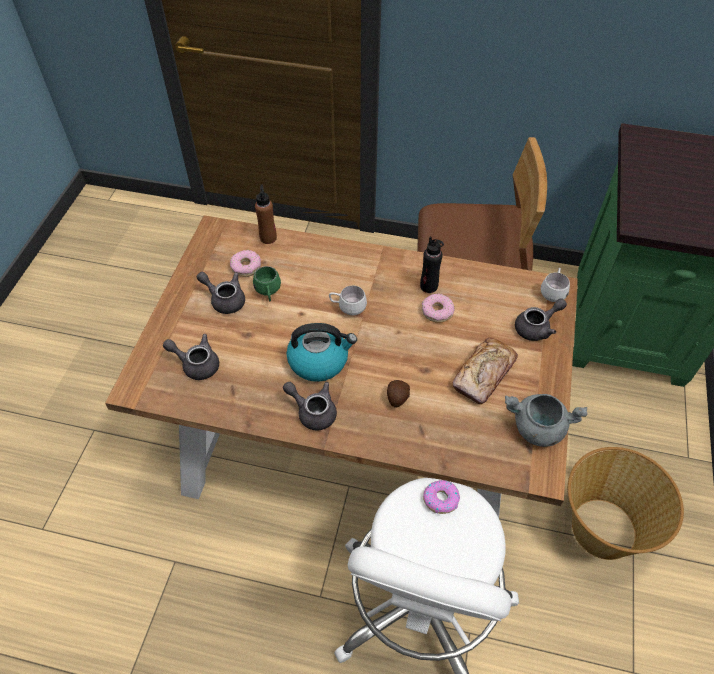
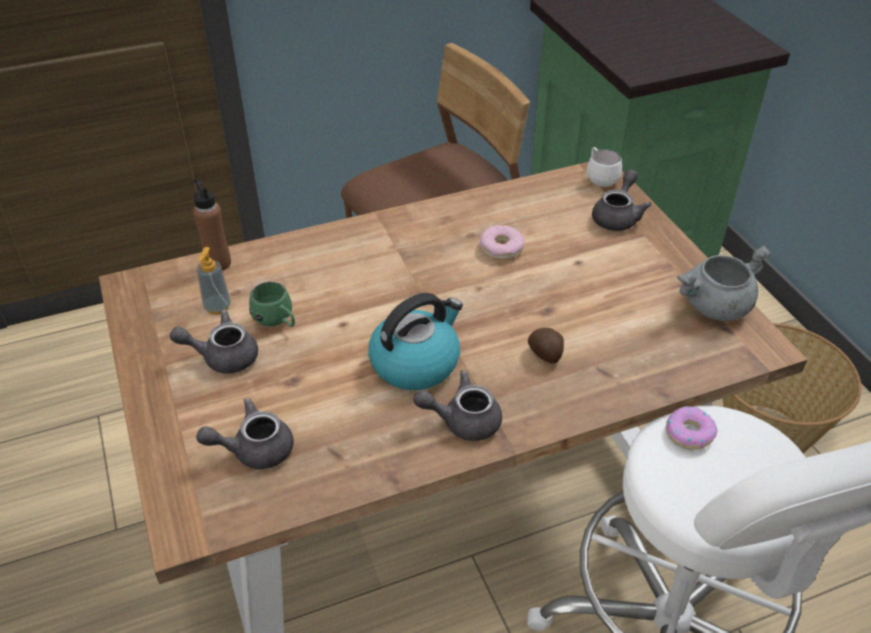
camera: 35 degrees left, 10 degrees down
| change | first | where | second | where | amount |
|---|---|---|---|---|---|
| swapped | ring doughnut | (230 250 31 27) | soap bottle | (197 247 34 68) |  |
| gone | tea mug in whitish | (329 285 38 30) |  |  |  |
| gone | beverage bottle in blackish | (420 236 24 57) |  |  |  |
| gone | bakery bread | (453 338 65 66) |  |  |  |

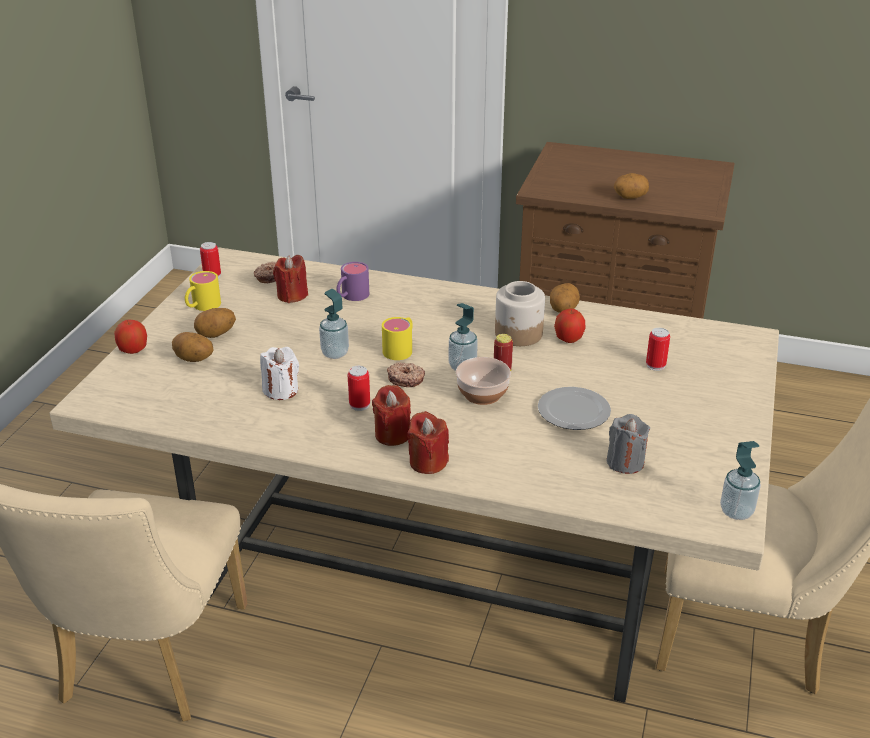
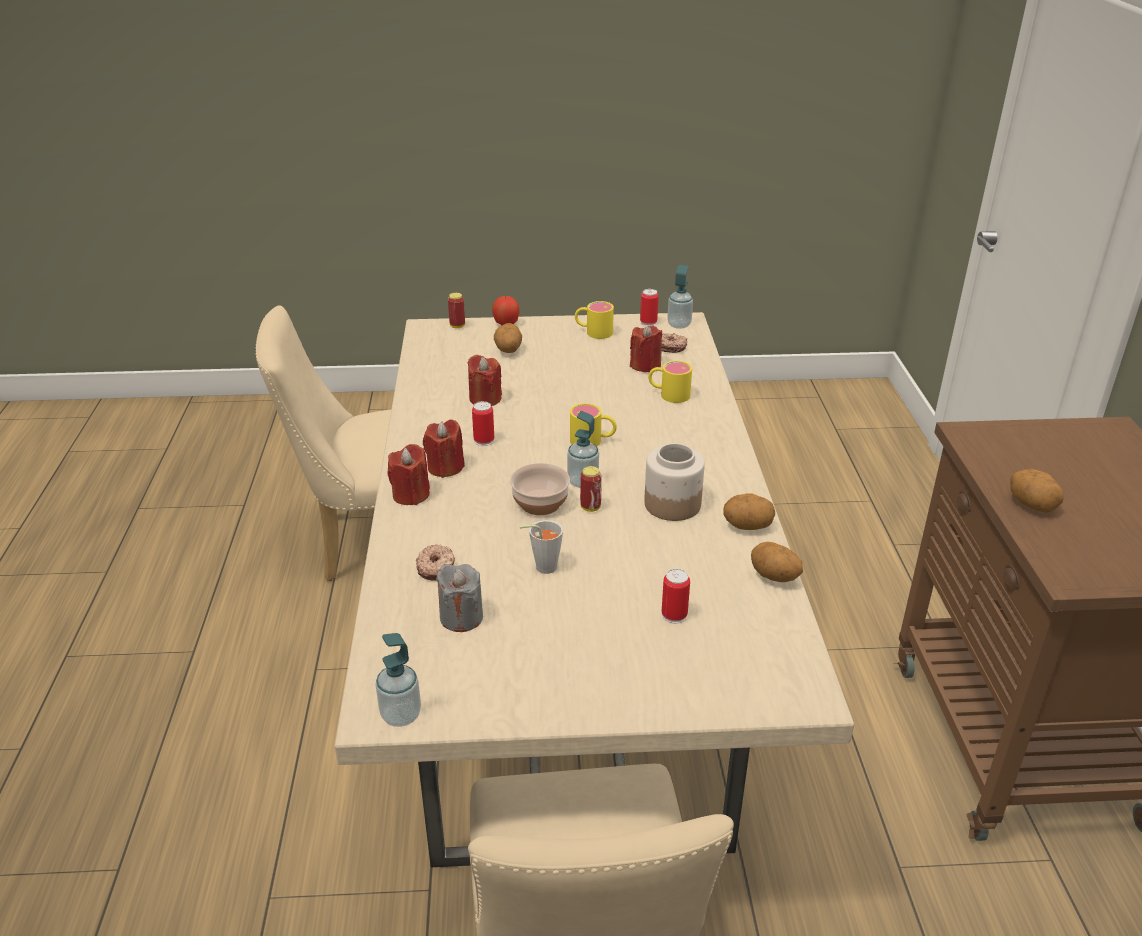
camera: 70 degrees right, 0 degrees up
| change | first | where | second | where | amount |
|---|---|---|---|---|---|
| shifted | ring doughnut | (387 362 38 25) |  | (416 544 39 37) |  |
| new |  |  | metal can | (448 293 17 35) |  |
| repainted | wax candle in whitish | (260 347 39 53) | wax candle in red-coloured | (468 355 34 51) |  |
| swapped | plate | (538 387 73 43) | cup in greyish | (520 520 43 54) |  |
| repainted | tea mug in purple | (337 262 32 39) | tea mug in yellowish | (648 361 44 42) |  |
| shifted | soap bottle | (319 289 30 70) |  | (667 265 26 64) |  |
| shifted | potato | (194 308 42 30) |  | (751 542 52 40) |  |
| gone | apple | (554 308 32 35) |  |  |  |

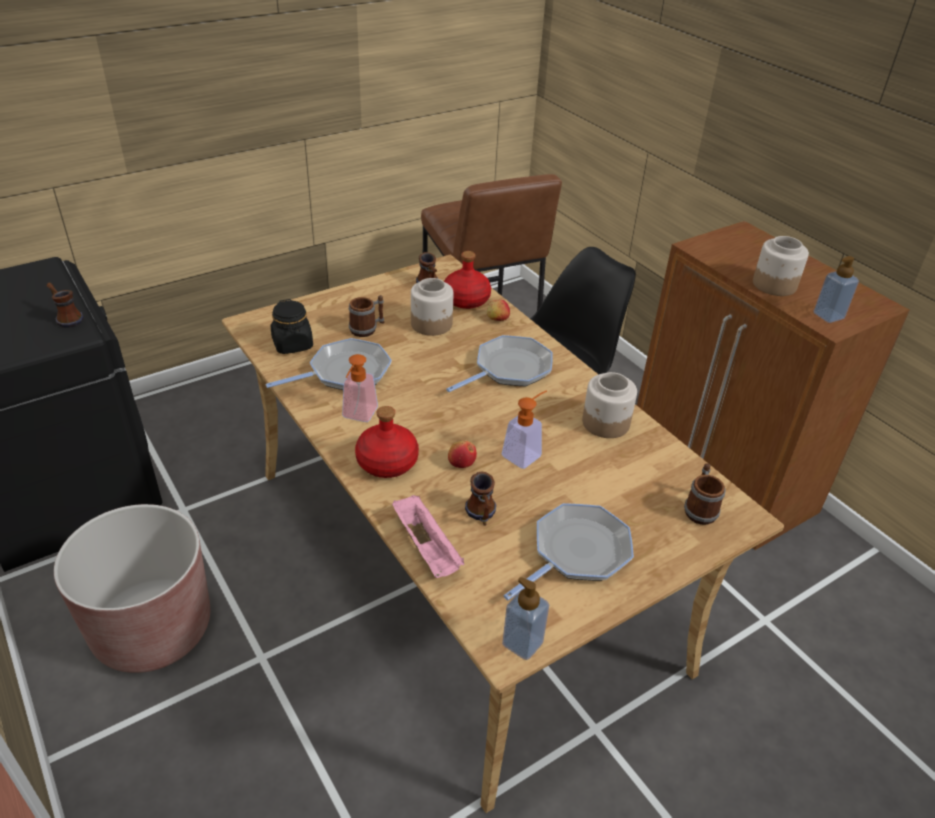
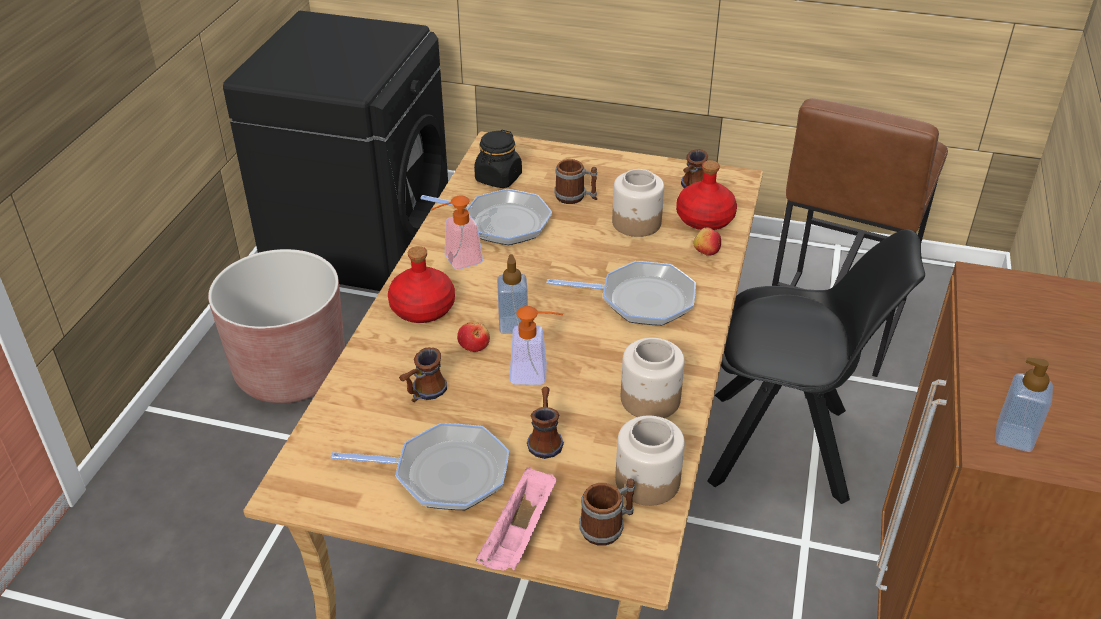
camera: 50 degrees right, 0 degrees up
| change | first | where | second | where | amount |
|---|---|---|---|---|---|
| shifted | carrying tray in pink | (392 495 72 83) |  | (476 467 81 104) |  |
| shifted | soap bottle | (502 577 48 83) |  | (497 254 31 80) |  |
| shifted | tea mug | (46 282 38 46) |  | (527 387 37 72) |  |
| shifted | storage jar | (753 236 56 60) |  | (615 416 70 90) |  |

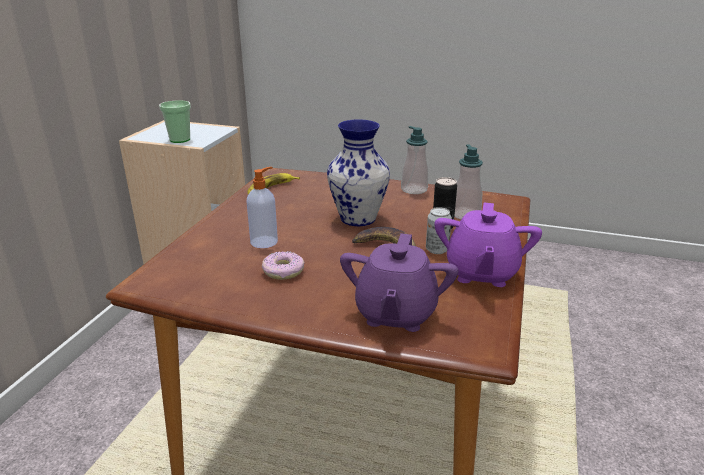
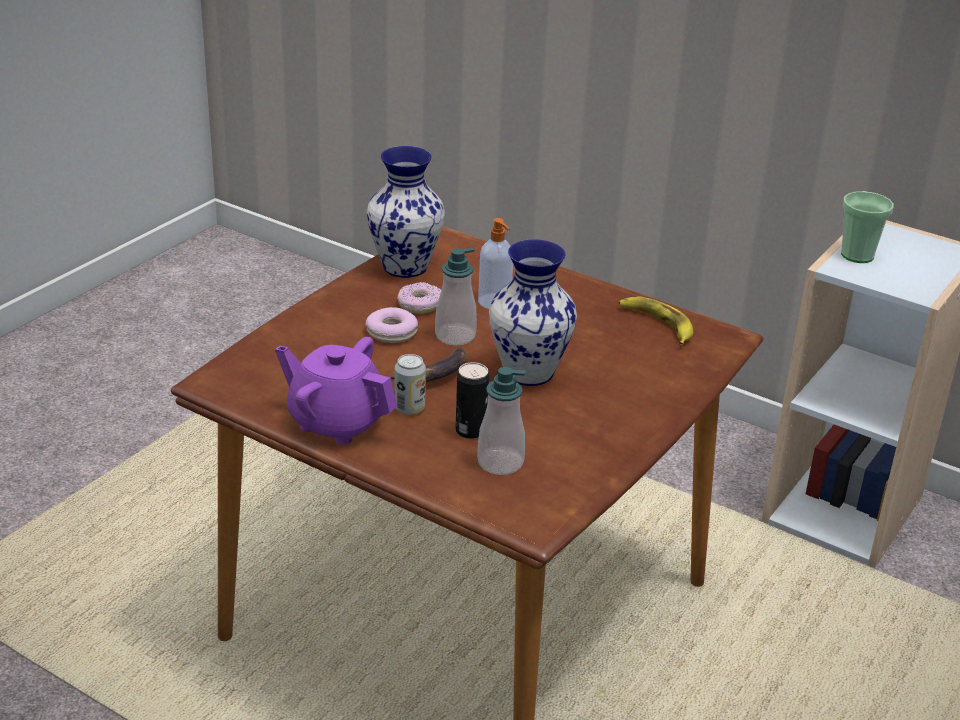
camera: 105 degrees right, 5 degrees up
| change | first | where | second | where | amount |
|---|---|---|---|---|---|
| new |  |  | ring doughnut | (366 307 52 36) |  |
| new |  |  | flower vase | (367 146 78 132) |  |
| shifted | soap bottle | (401 126 28 68) |  | (435 248 42 97) |  |
| gone | pot for tea in purple | (340 233 118 99) |  |  |  |

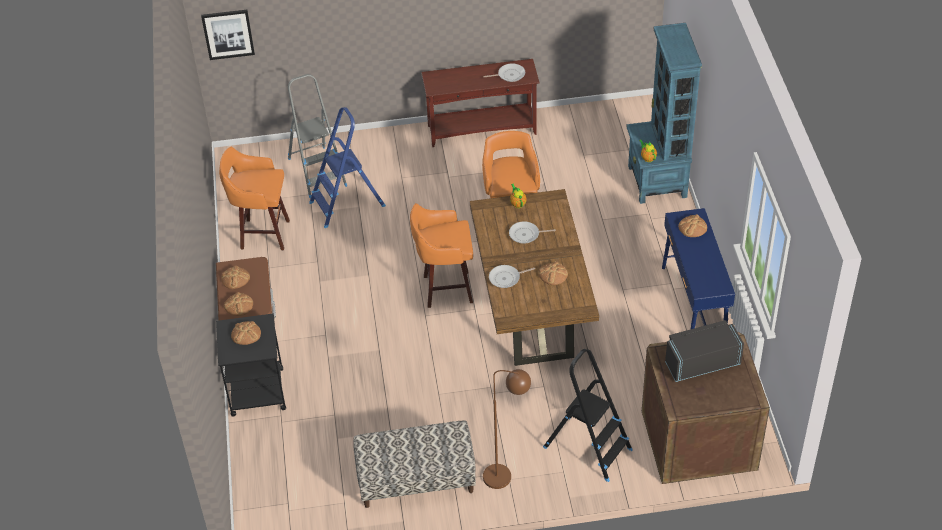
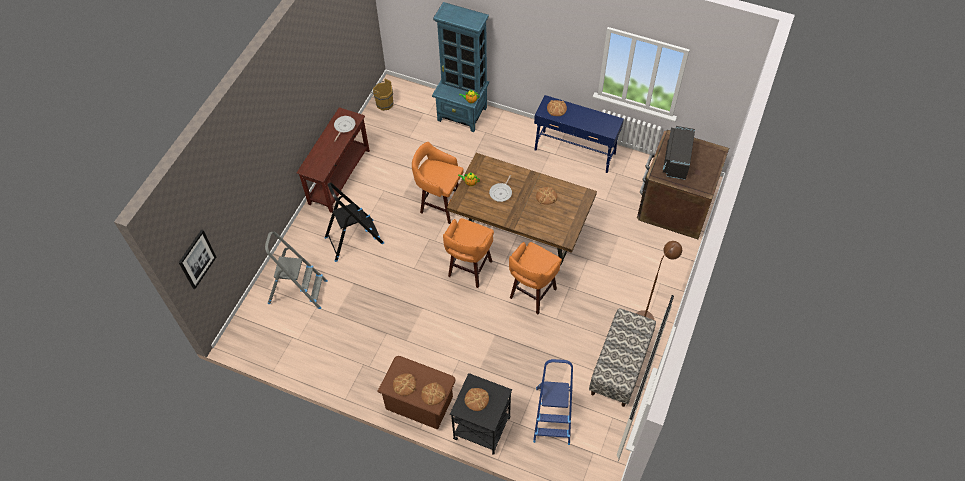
camera: 60 degrees left, 10 degrees up
| change | first | where | second | where | amount |
|---|---|---|---|---|---|
| shifted | step stool in blackish | (543 349 90 133) |  | (325 182 59 80) |  |
| new |  |  | water bucket in brown | (371 78 23 33) |  |
| shifted | stool in orangey | (219 147 71 103) |  | (509 242 53 72) |  |
| shifted | step stool in blue-coloured | (309 107 77 121) |  | (533 359 40 86) |  |
| gone | pan | (489 265 46 23) |  |  |  |

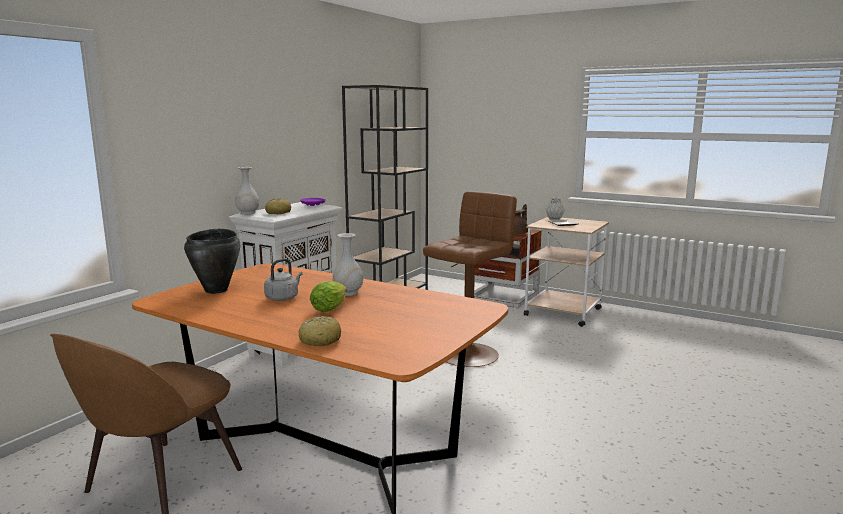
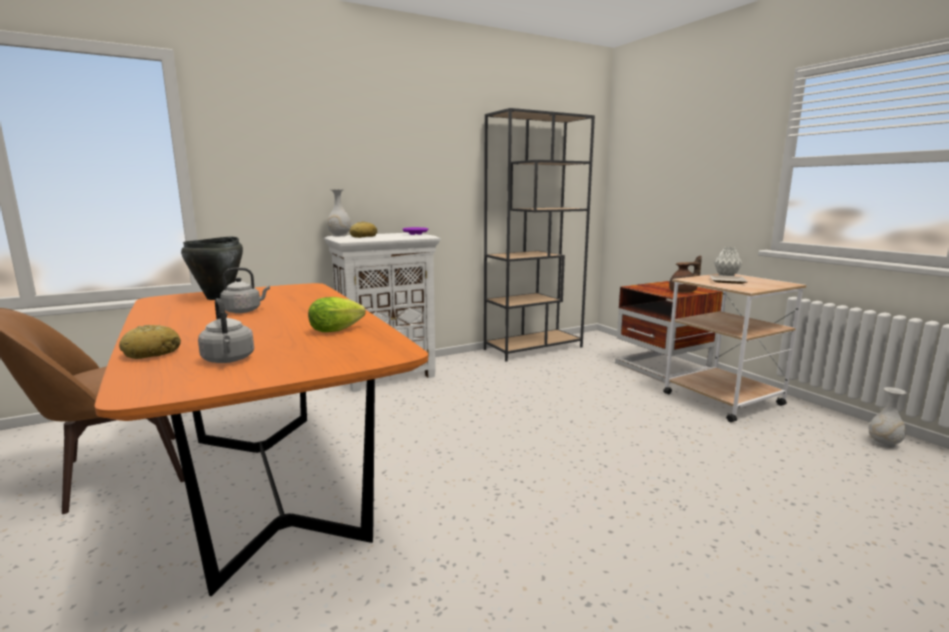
camera: 30 degrees right, 0 degrees up
| change | first | where | second | where | amount |
|---|---|---|---|---|---|
| new |  |  | water kettle in greyish | (198 298 56 65) |  |
| shifted | lettuce head | (310 281 37 31) |  | (308 297 58 35) |  |
| shifted | flower vase in whitish | (333 233 30 63) |  | (869 387 38 61) |  |
| gone | stool in brown | (423 191 94 176) |  |  |  |

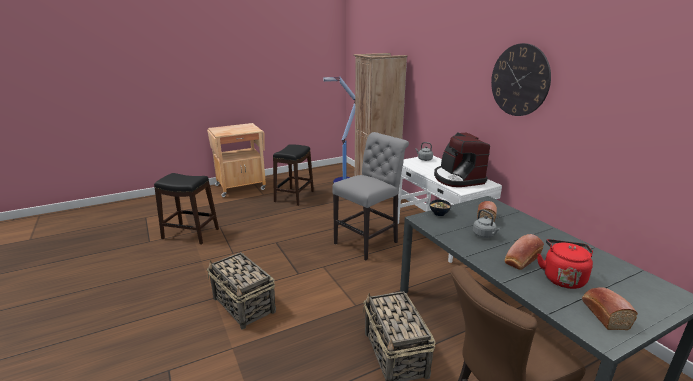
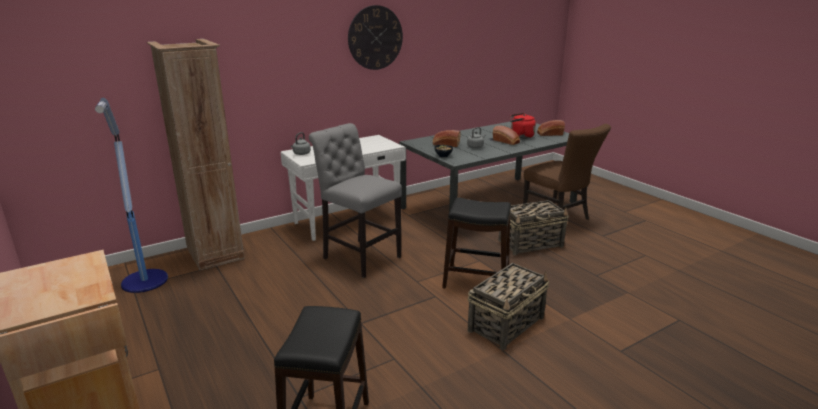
camera: 95 degrees left, 0 degrees up
| change | first | where | second | where | amount |
|---|---|---|---|---|---|
| shifted | stool in blackish | (273 144 41 62) |  | (442 197 69 92) |  |
| gone | coffee maker | (434 132 56 55) |  |  |  |

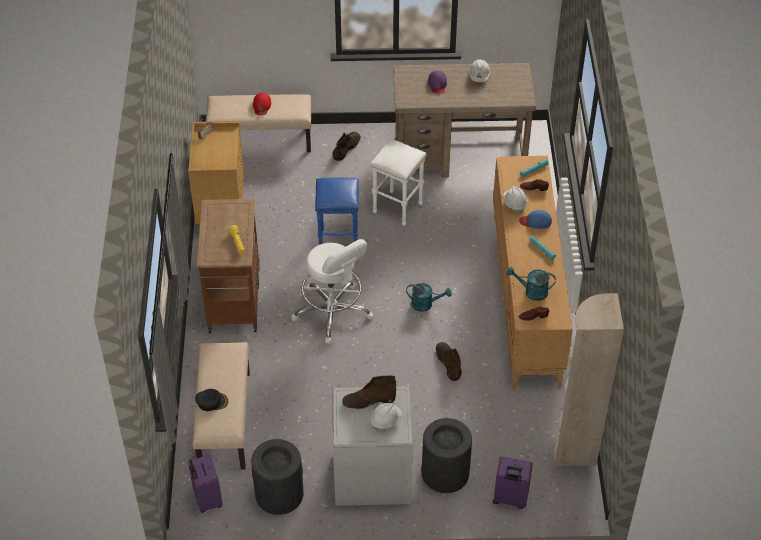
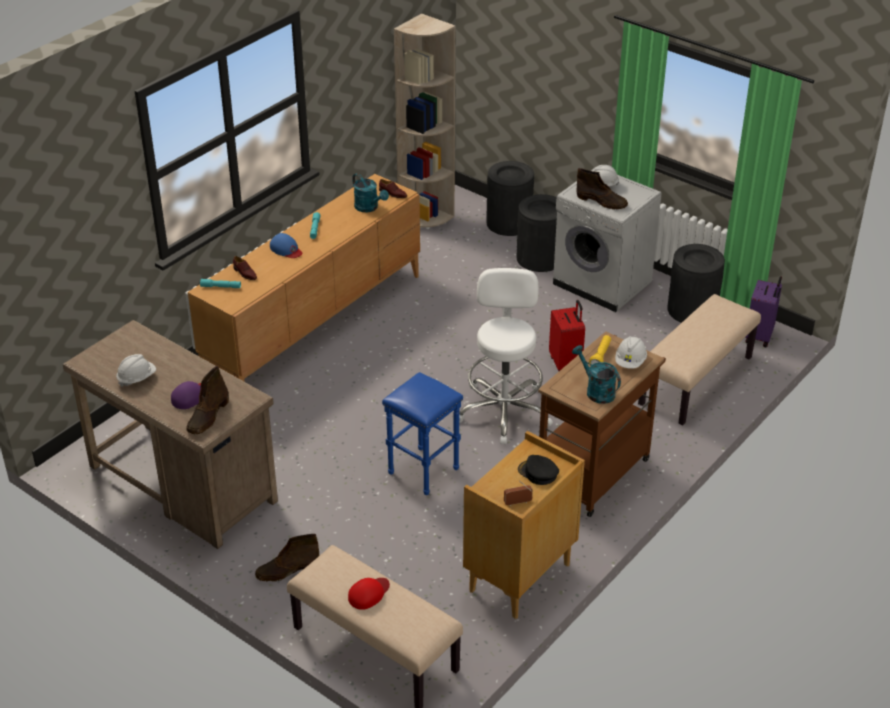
camera: 140 degrees left, 10 degrees down
| change | first | where | second | where | amount |
|---|---|---|---|---|---|
| shifted | boot in brown | (436 342 26 39) |  | (186 366 43 68) |  |
| swapped | suitcase in purple | (493 456 40 53) | trash can in blackish | (486 161 48 75) |  |
| shifted | cap in blackish | (195 389 33 22) |  | (518 455 41 30) |  |
| new |  |  | suitcase in red-coloured | (549 300 36 72) |  |
| shifted | watering pot in turquoise | (406 283 46 29) |  | (572 345 49 59) |  |
| shifted | safety helmet in whitish | (503 186 25 27) |  | (615 336 32 33) |  |
| gone | stool in whitish | (370 139 57 87) |  |  |  |

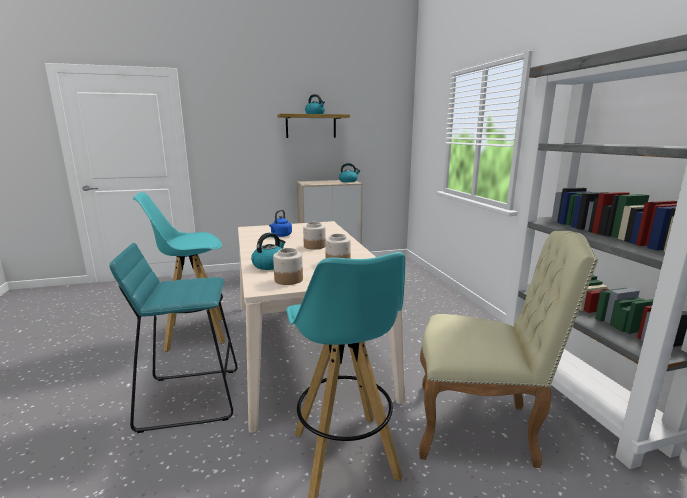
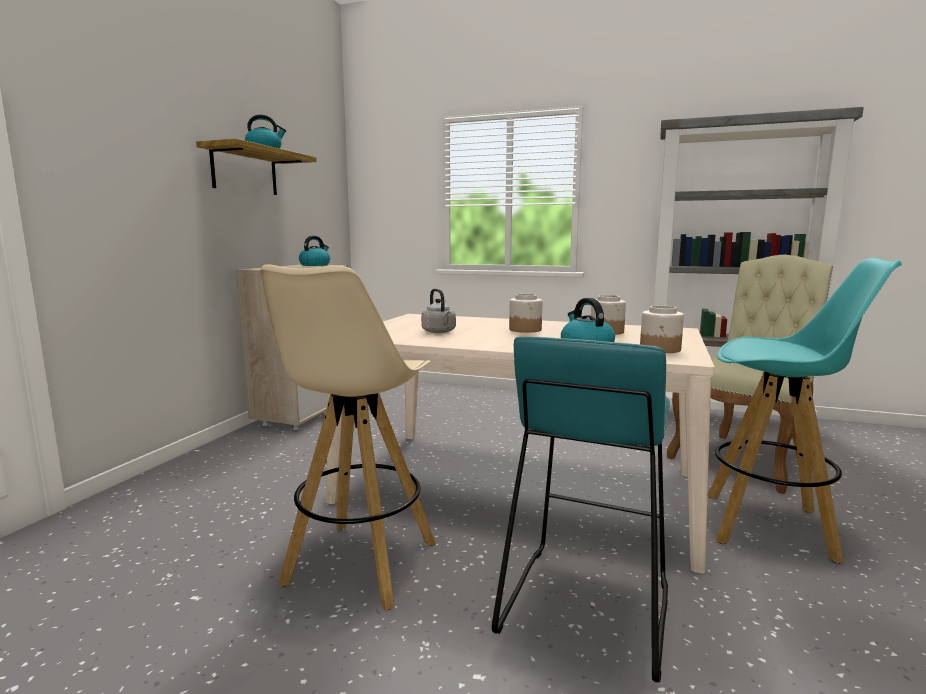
camera: 55 degrees left, 5 degrees down
| change | first | where | second | where | amount |
|---|---|---|---|---|---|
| repainted | stool in turquoise | (133 192 93 160) | stool in beige | (260 264 175 347) |  |
| repainted | water kettle in blue-coloured | (269 210 23 27) | water kettle in greyish | (421 289 35 44) |  |

